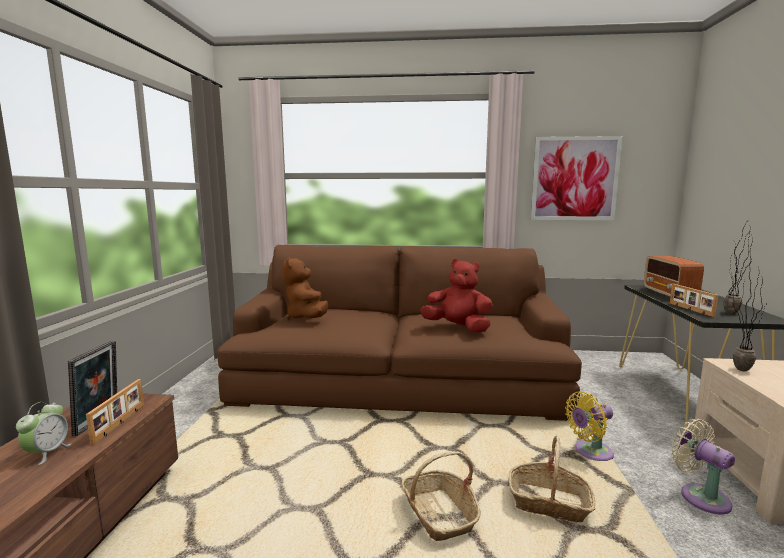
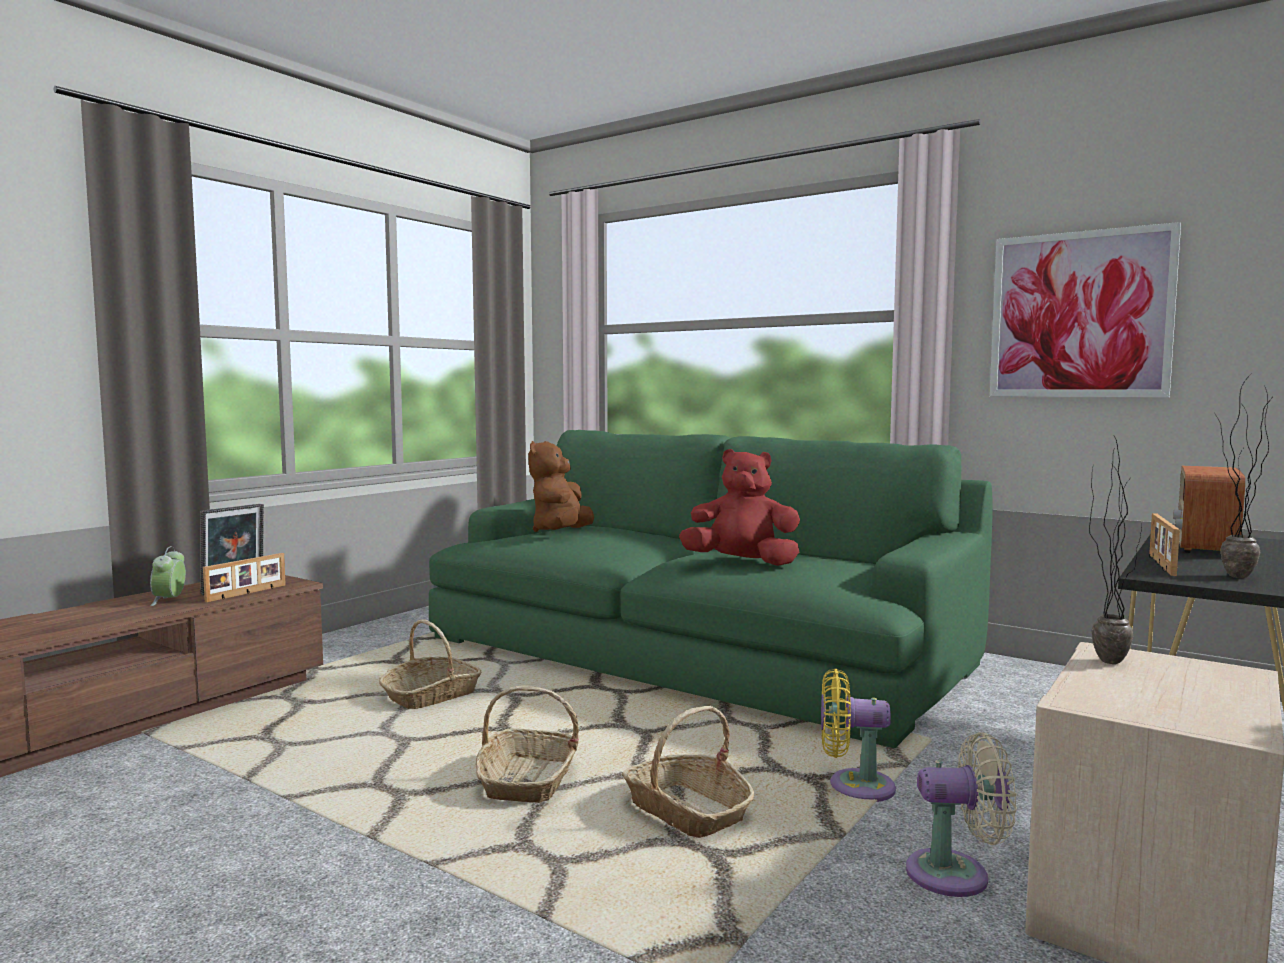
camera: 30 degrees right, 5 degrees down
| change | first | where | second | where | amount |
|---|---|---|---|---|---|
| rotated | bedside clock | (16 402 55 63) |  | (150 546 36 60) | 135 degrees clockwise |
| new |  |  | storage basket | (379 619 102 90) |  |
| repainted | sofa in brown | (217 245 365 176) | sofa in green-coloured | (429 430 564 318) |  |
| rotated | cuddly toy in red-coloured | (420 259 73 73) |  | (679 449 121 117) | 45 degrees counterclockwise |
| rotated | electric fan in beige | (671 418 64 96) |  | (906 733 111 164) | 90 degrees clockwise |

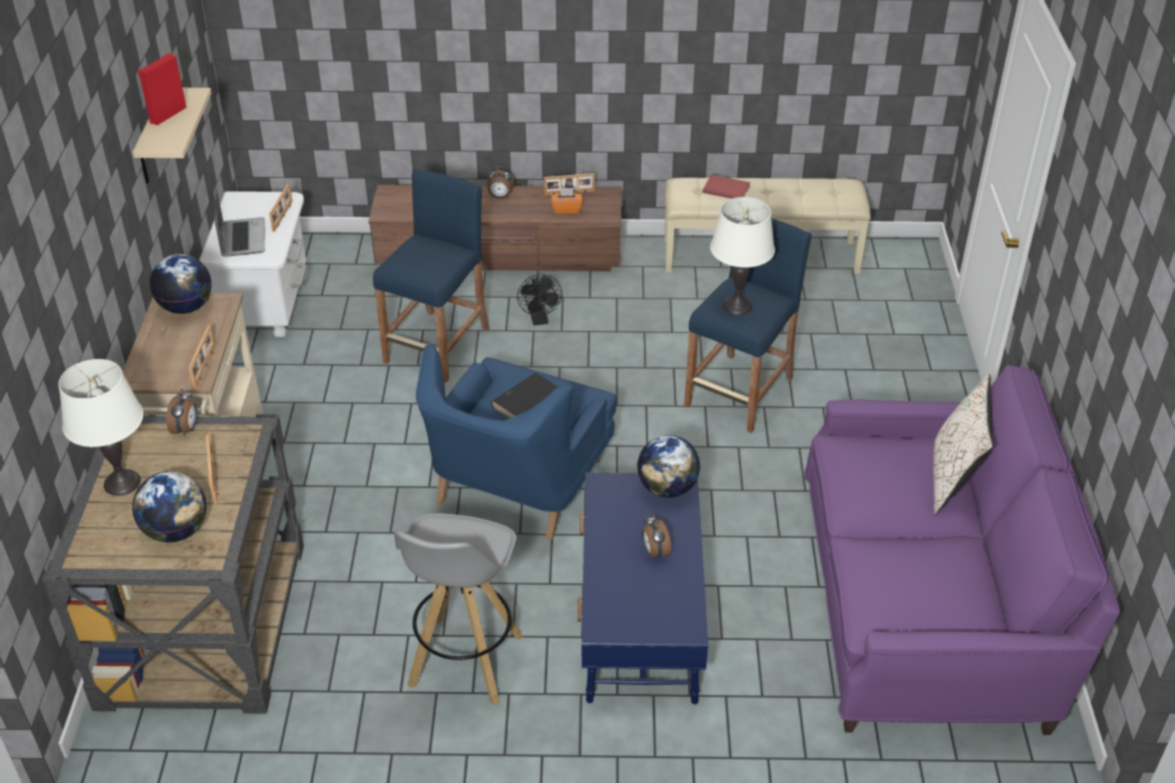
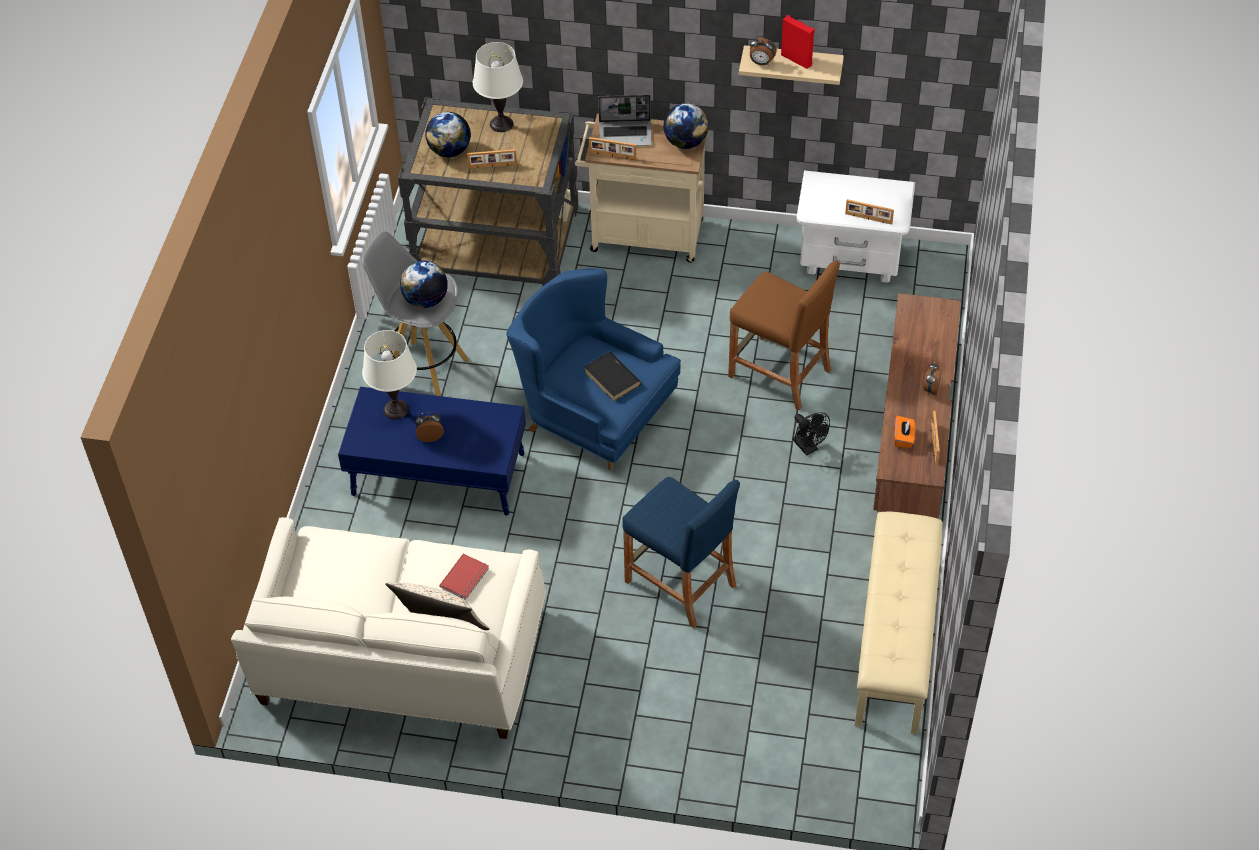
camera: 100 degrees right, 10 degrees up
| change | first | where | second | where | amount |
|---|---|---|---|---|---|
| repainted | sofa in purple | (804 364 316 371) | sofa in whitish | (231 517 315 222) |  |
| shifted | tabletop lamp in whitish | (710 197 65 118) |  | (362 330 55 90) |  |
| shifted | globe | (637 435 63 63) |  | (400 261 48 47) |  |
| shifted | book in red-coloured | (703 174 47 25) |  | (439 554 50 46) |  |
| shifted | laptop | (215 189 50 68) |  | (598 95 54 51) |  |
| repainted | stool in blue-coloured | (373 168 117 215) | stool in brown | (728 260 112 150) |  |
| shifted | bedside clock | (166 389 32 48) |  | (750 36 27 29) |  |
| rotated | electric fan in blackish | (517 274 45 51) |  | (793 412 37 44) | 120 degrees counterclockwise |

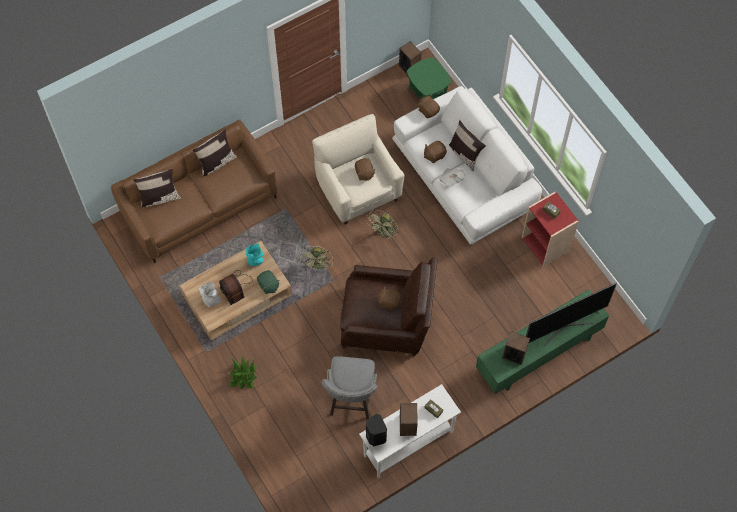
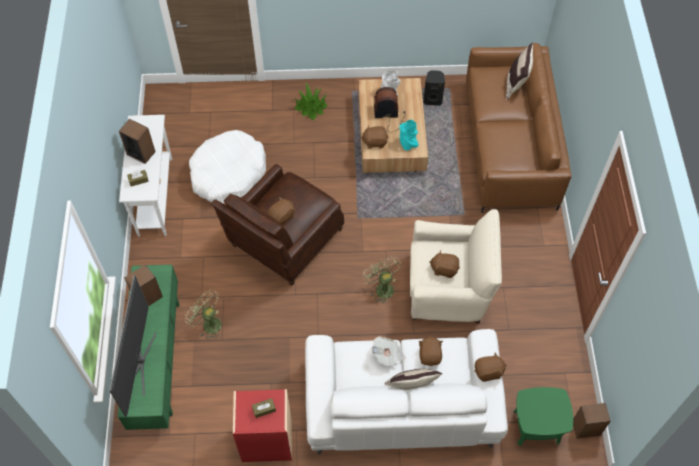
camera: 120 degrees right, 5 degrees down
| change | first | where | second | where | amount |
|---|---|---|---|---|---|
| shifted | electric fan in green-coloured | (299 246 35 25) |  | (185 289 37 51) |  |
| swapped | stool in greyish | (321 356 57 63) | pet bed in whitish | (189 130 77 73) |  |
| repainted | cuddly toy in green-coloured | (257 270 22 24) | cuddly toy in brown | (361 125 27 23) |  |
| shifted | audio speaker in blackish | (366 414 21 32) |  | (423 70 22 36) |  |
| gone | cushion | (193 129 44 47) |  |  |  |

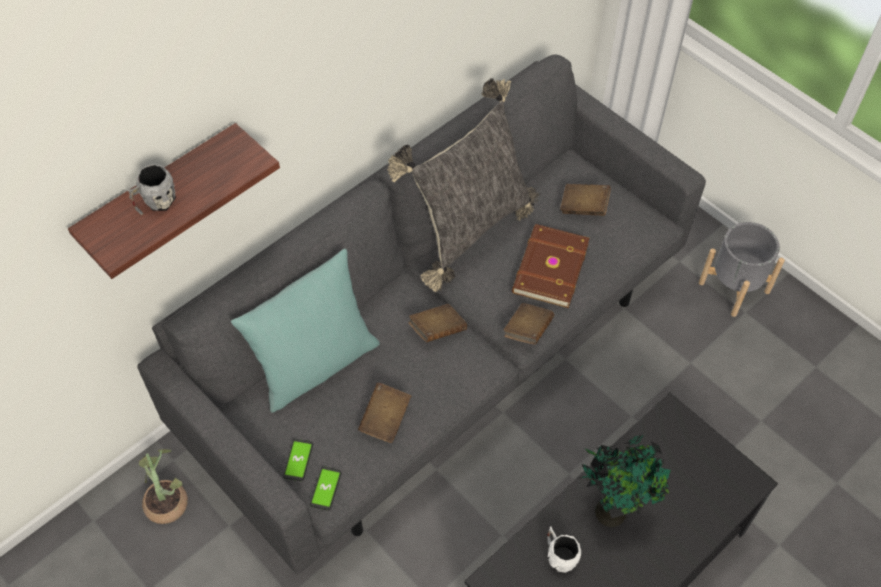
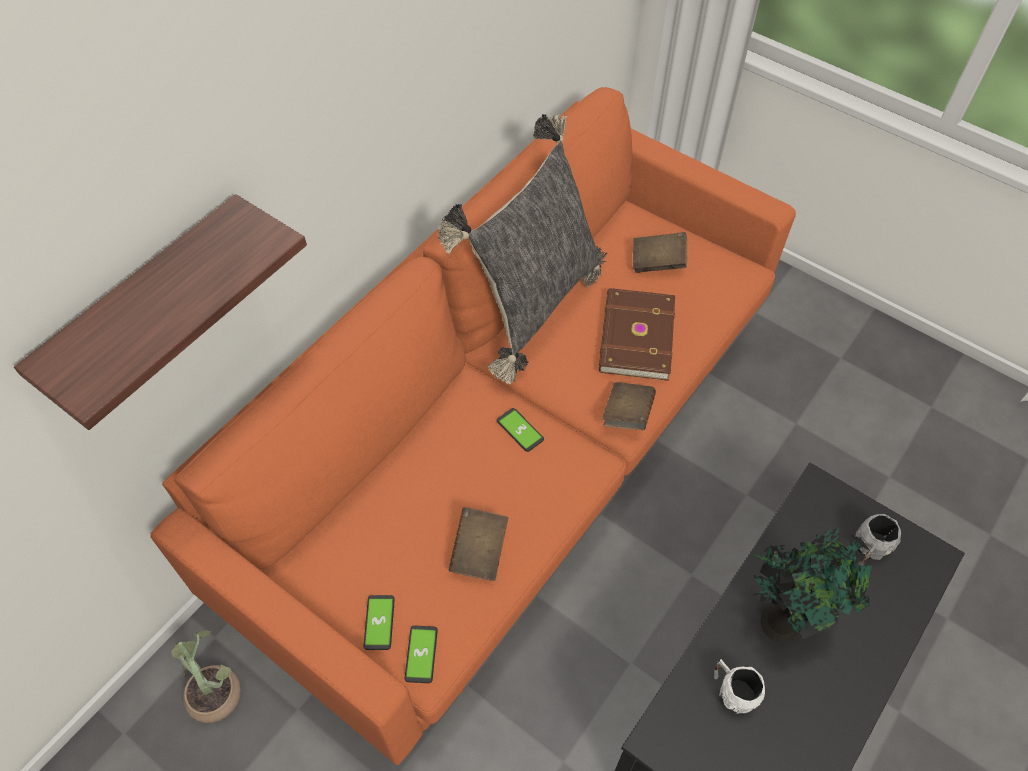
camera: 10 degrees left, 0 degrees up
| change | first | where | second | where | amount |
|---|---|---|---|---|---|
| repainted | sofa in greyish | (137 54 569 520) | sofa in orangey | (150 87 646 678) |  |
| swapped | book in brown | (408 304 59 38) | phone | (497 408 47 44) |  |
| shifted | tea mug in greyish | (128 164 48 51) |  | (856 514 45 51) |  |
| gone | cushion in turquoise | (231 249 149 164) |  |  |  |
| gone | planter in greyish | (699 222 86 95) |  |  |  |

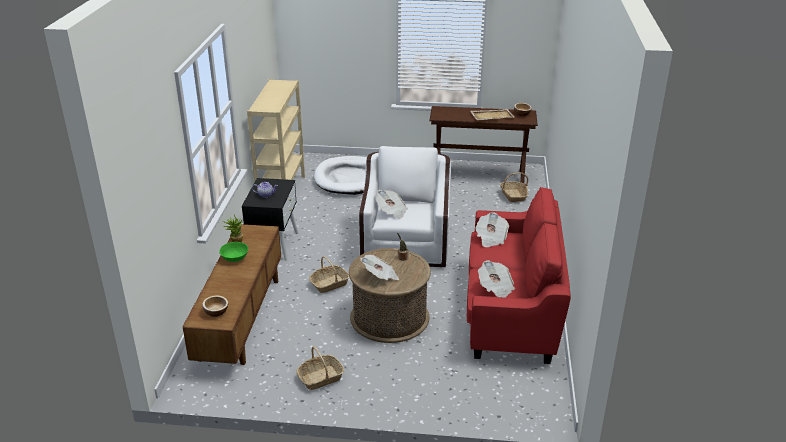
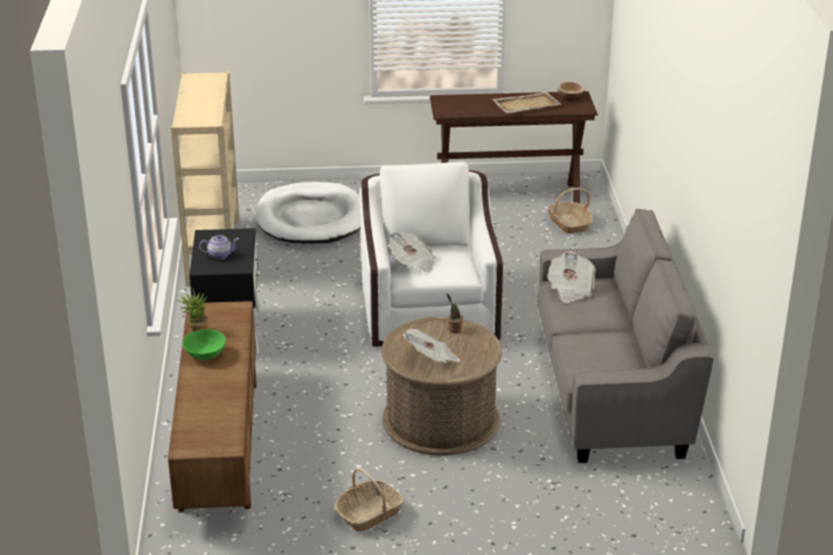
camera: 10 degrees left, 0 degrees up
| change | first | where | second | where | amount |
|---|---|---|---|---|---|
| repainted | sofa in red-coloured | (467 187 104 177) | sofa in greyish | (537 208 177 255) |  |
| gone | deep dish | (202 295 26 22) |  |  |  |
| gone | storage basket | (309 256 40 37) |  |  |  |
| gone | printed paper | (478 260 37 38) |  |  |  |

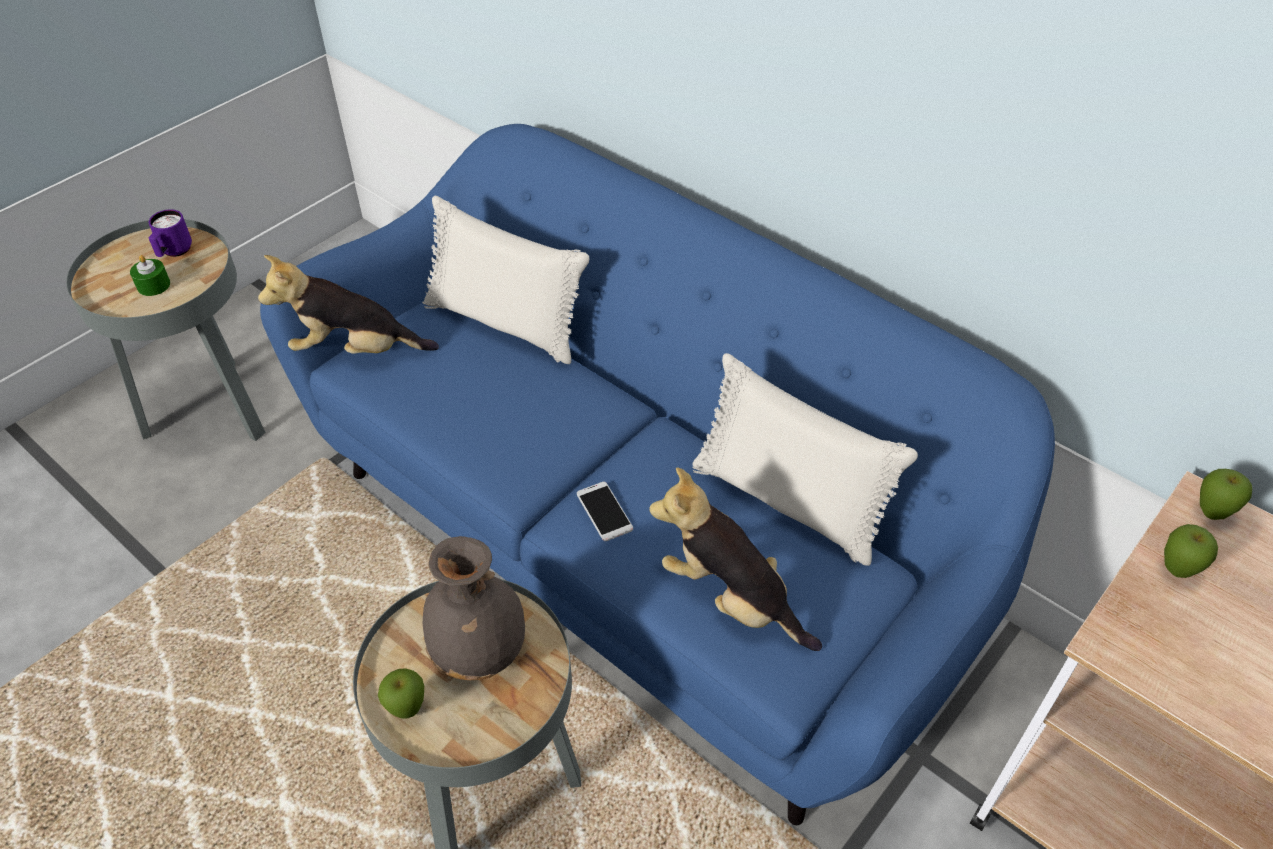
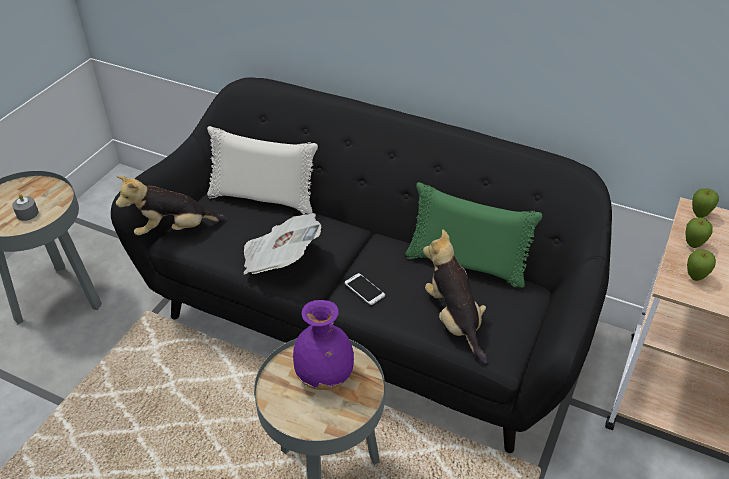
camera: 15 degrees left, 5 degrees down
| change | first | where | second | where | amount |
|---|---|---|---|---|---|
| repainted | wax candle in green-coloured | (130 255 40 41) | wax candle in greyish | (12 194 27 27) |  |
| repainted | sofa in blue-coloured | (260 124 795 701) | sofa in blackish | (111 77 501 376) |  |
| new |  |  | printed paper | (243 213 78 61) |  |
| repainted | flower vase in greyish | (423 536 102 144) | flower vase in purple | (293 300 61 90) |  |
| repainted | cushion in whitish | (693 353 225 213) | cushion in green-coloured | (405 182 137 106) |  |
| rotated | cuddly toy | (649 467 173 184) |  | (423 230 65 133) | 45 degrees clockwise |
| shifted | apple | (378 668 46 51) |  | (687 249 29 32) |  |
| gone | tea mug in purple | (149 209 43 48) |  |  |  |

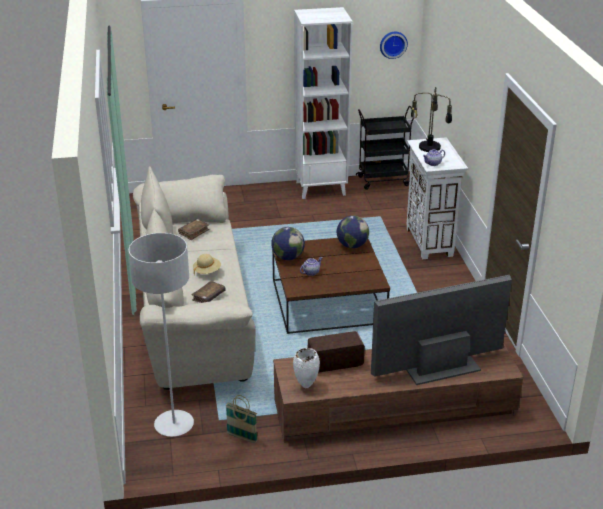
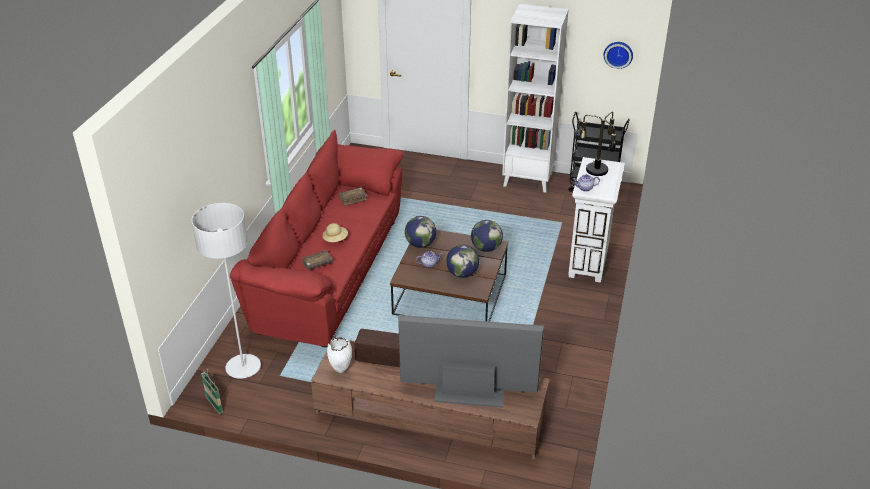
camera: 25 degrees right, 5 degrees up
| change | first | where | second | where | amount |
|---|---|---|---|---|---|
| shifted | storage basket | (226 395 32 48) |  | (201 369 22 45) |  |
| repainted | sofa in beige | (133 166 122 224) | sofa in red-coloured | (230 130 173 217) |  |
| new |  |  | globe | (446 245 33 33) |  |

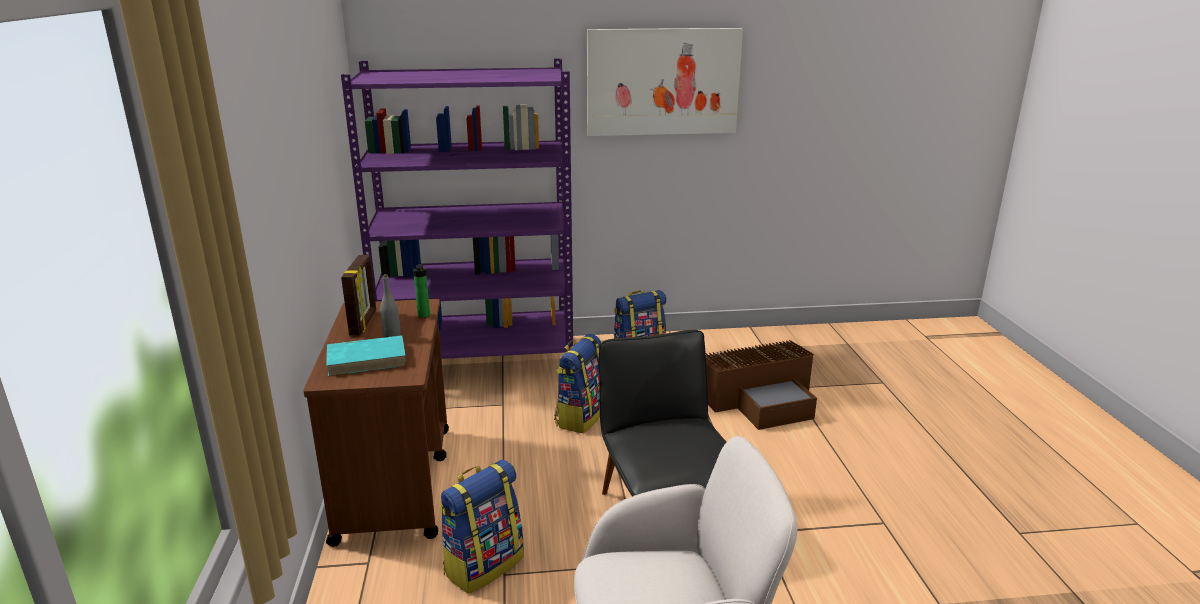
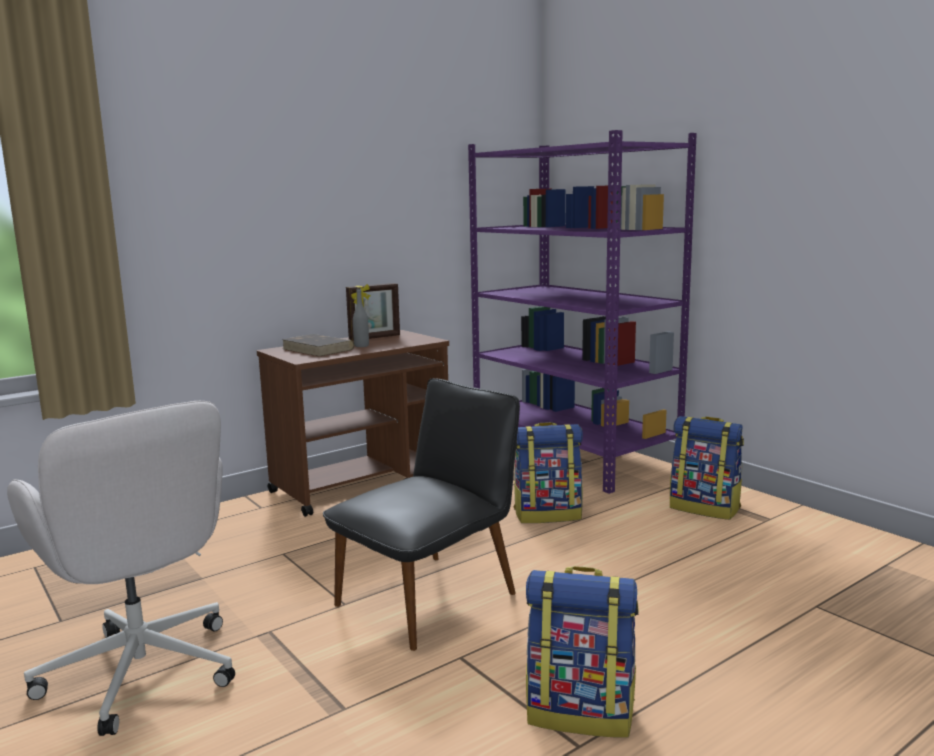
camera: 60 degrees right, 10 degrees down
| change | first | where | second | where | amount |
|---|---|---|---|---|---|
| repainted | book in turquoise | (326 335 81 41) | book in brown | (282 334 72 23) |  |
| shifted | rucksack | (439 460 85 134) |  | (526 566 113 171) |  |
| gone | beverage bottle | (413 264 17 54) |  |  |  |
| gone | wall art | (587 28 156 108) |  |  |  |
| gone | storage box in brown | (706 340 111 90) |  |  |  |

